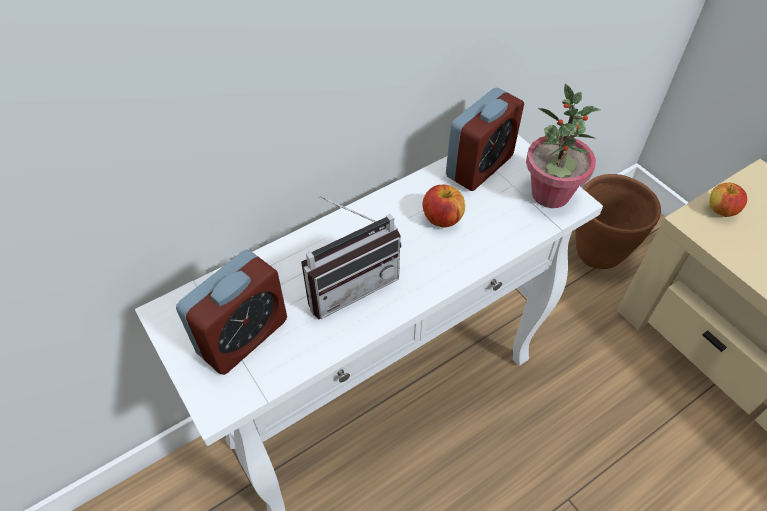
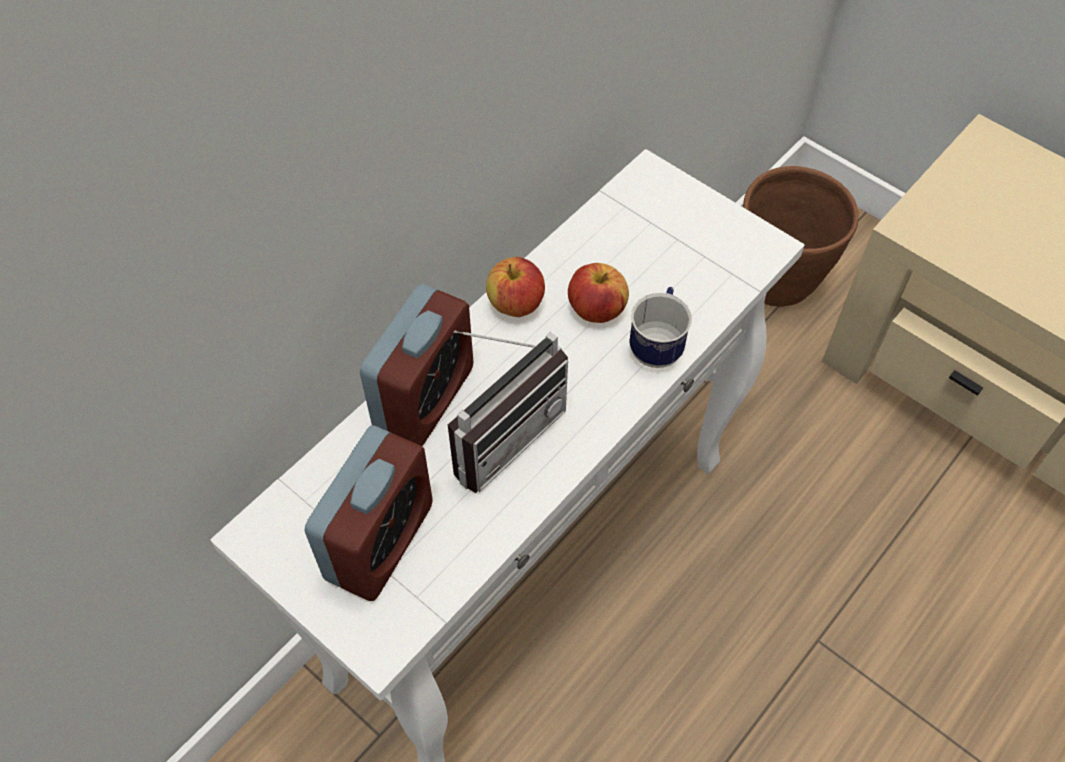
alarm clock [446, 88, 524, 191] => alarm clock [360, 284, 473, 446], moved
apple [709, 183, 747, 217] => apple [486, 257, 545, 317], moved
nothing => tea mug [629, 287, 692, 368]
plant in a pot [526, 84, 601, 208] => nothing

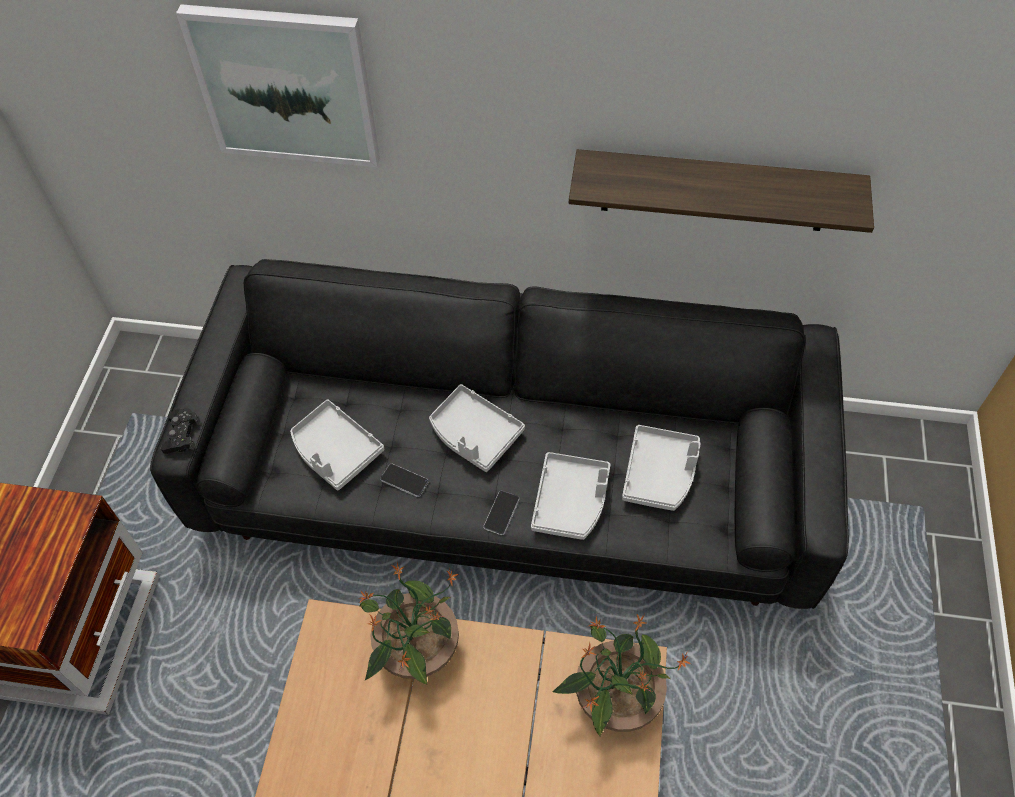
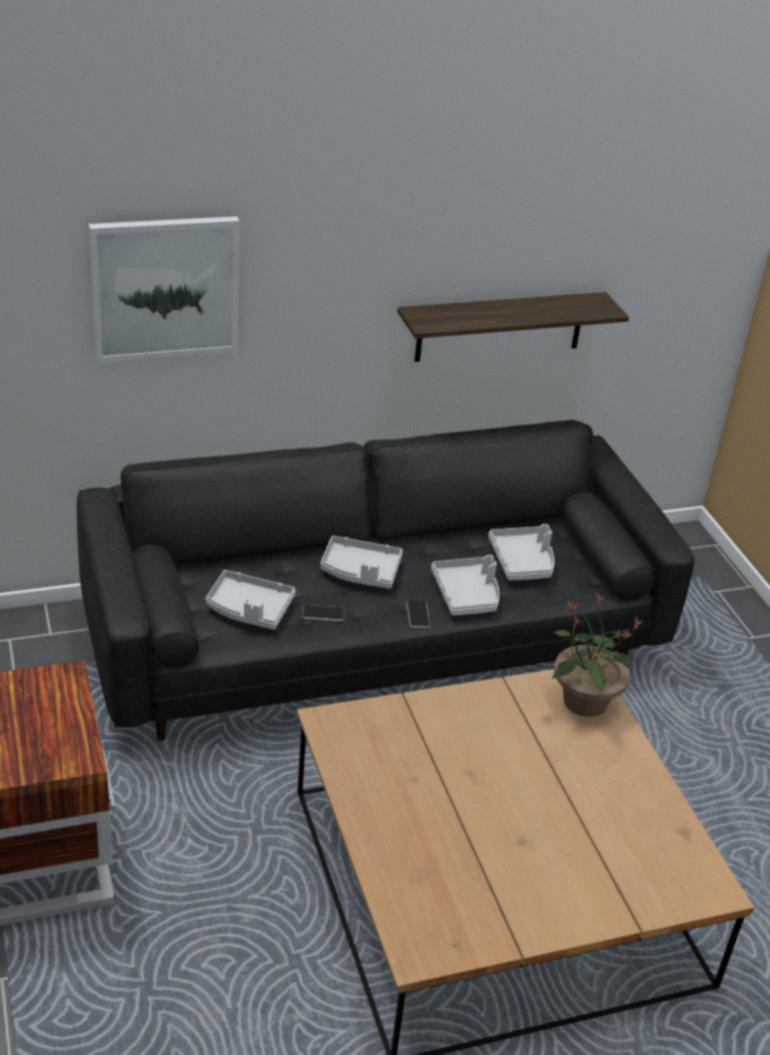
black gamepad [160, 408, 200, 454] => nothing
plant in a pot [359, 562, 459, 685] => nothing

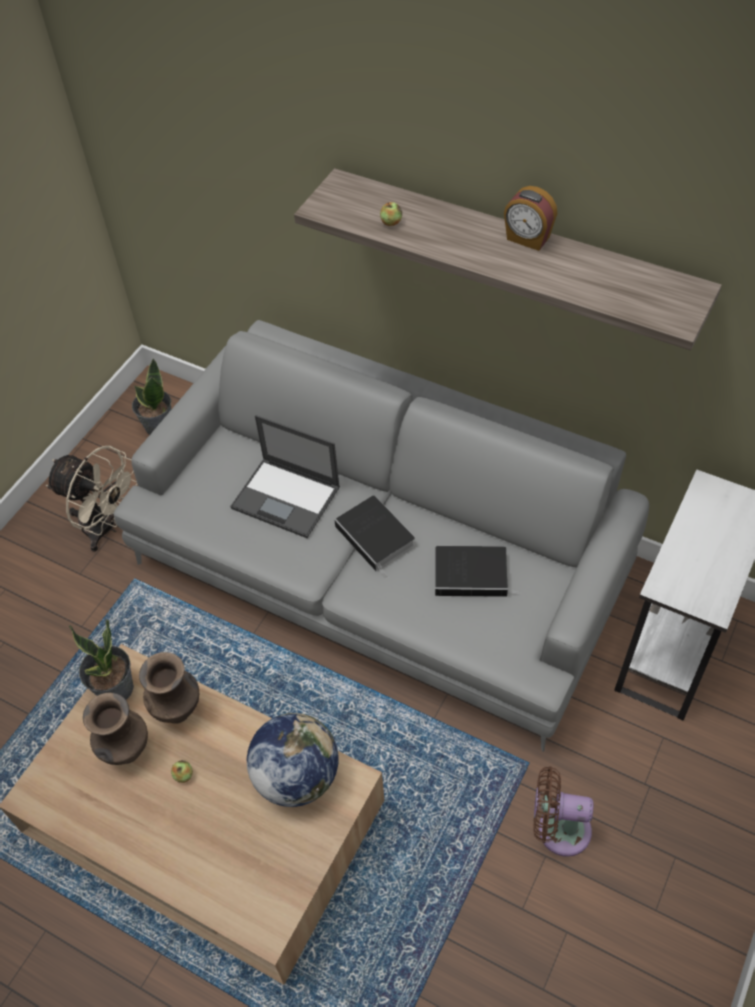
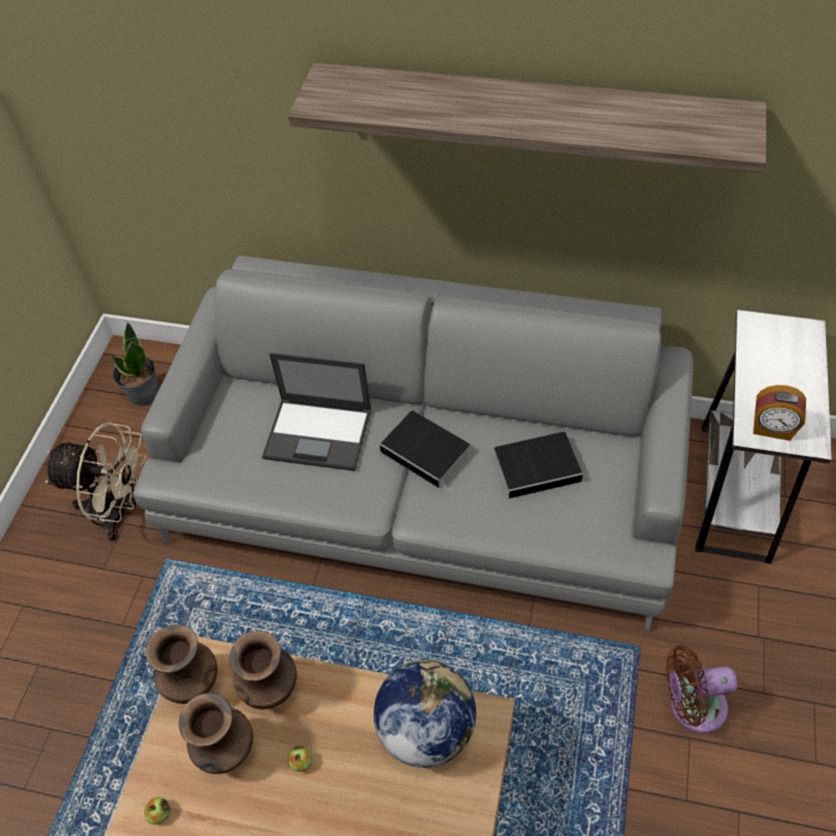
apple [380, 202, 402, 226] => apple [144, 797, 170, 825], moved
plant in a pot [69, 620, 134, 700] => brownish decorative vase [146, 624, 218, 704]
alarm clock [504, 186, 557, 251] => alarm clock [753, 385, 806, 441], moved

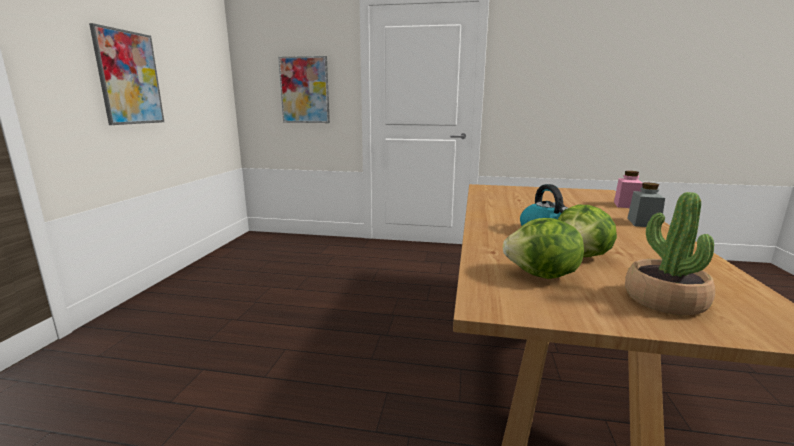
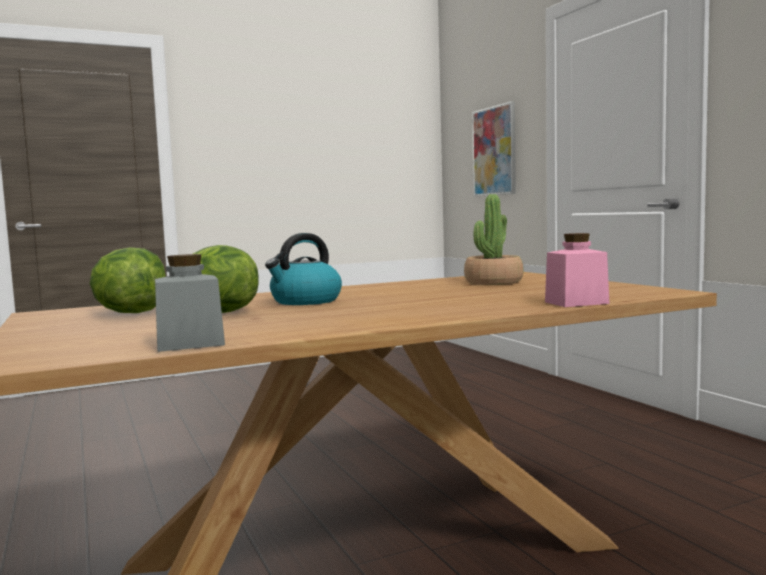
greyish preserve jar [627, 182, 665, 227] => greyish preserve jar [155, 254, 225, 352], moved
plant in a pot [625, 192, 715, 315] => plant in a pot [464, 194, 523, 285], moved
wall picture [89, 23, 164, 125] => nothing

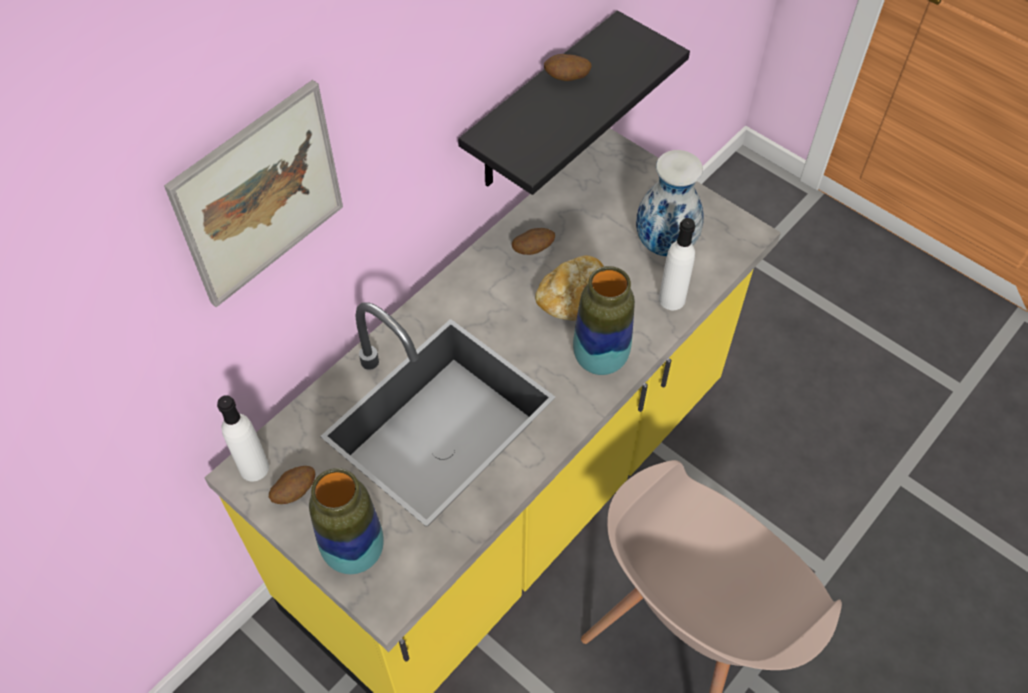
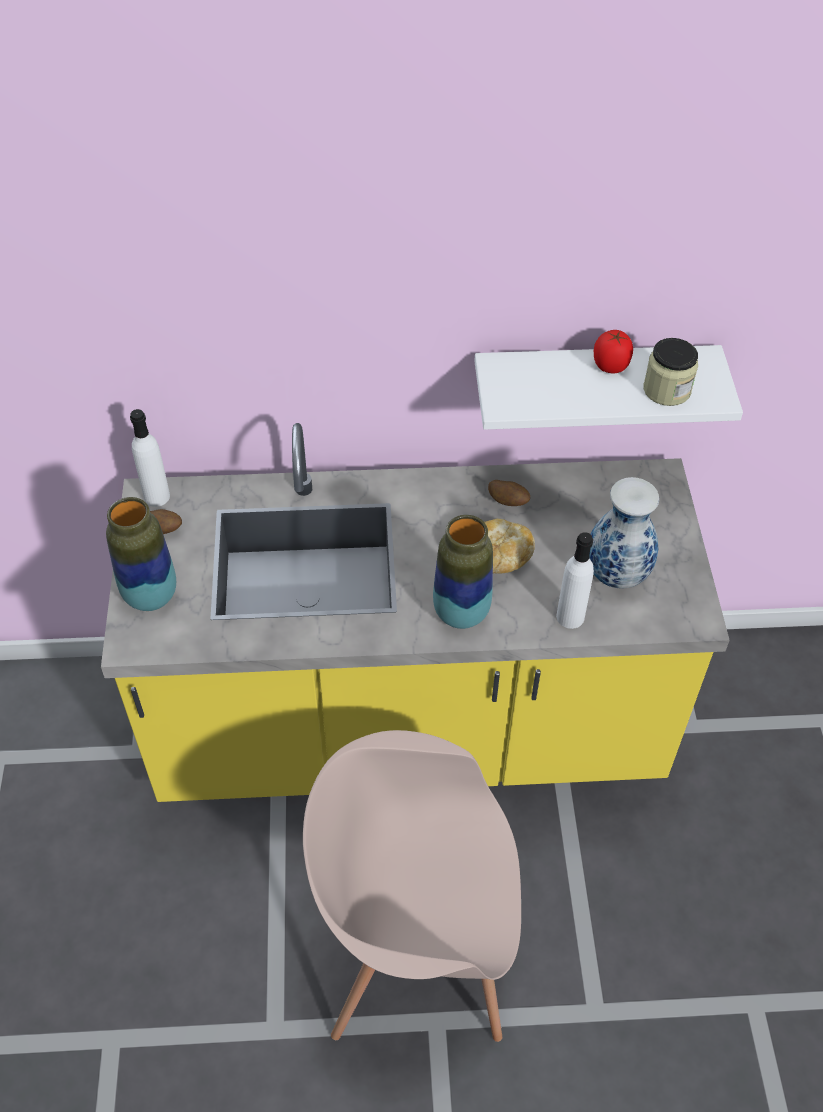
black shelf [458, 10, 690, 195] => whitish shelf [474, 345, 743, 430]
potato [544, 54, 592, 81] => fresh tomato [594, 330, 633, 373]
nothing => preserve jar [643, 338, 698, 406]
wall picture [164, 80, 343, 307] => nothing

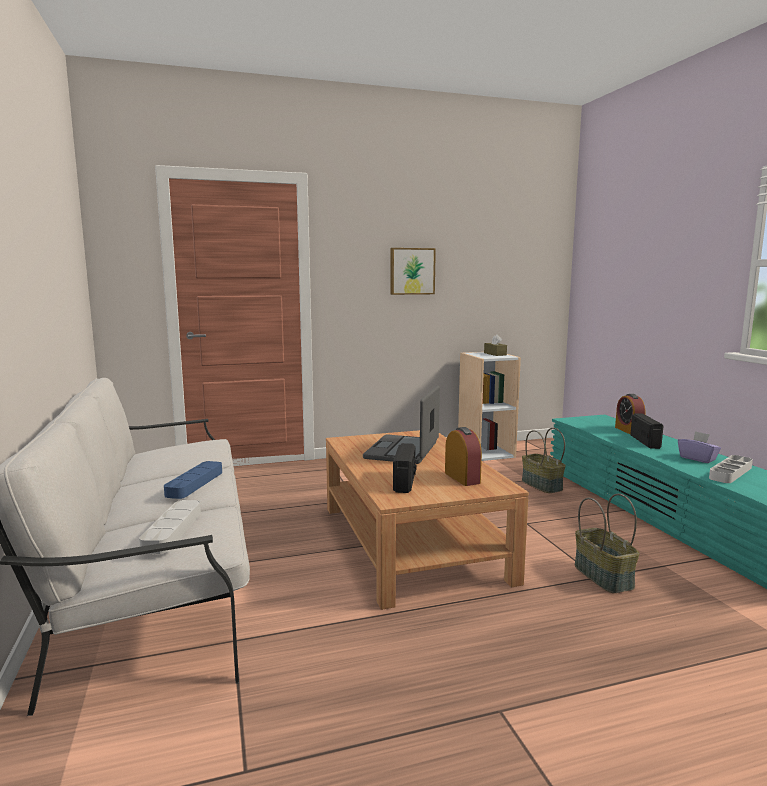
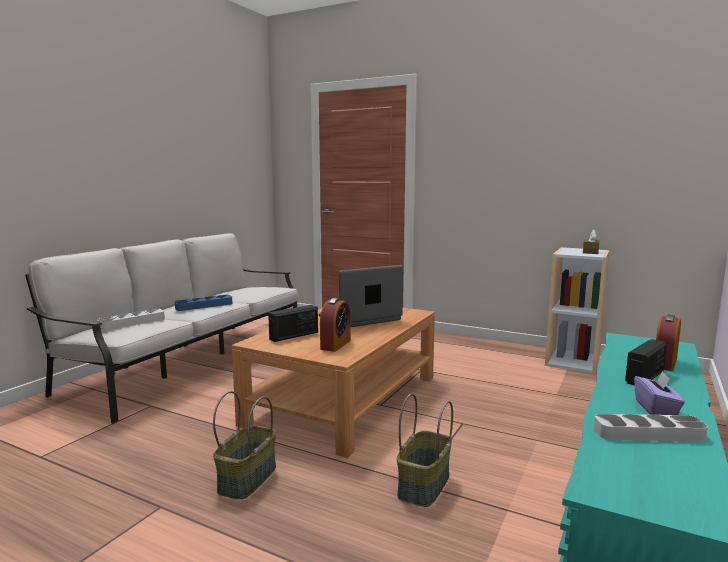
household basket [522, 428, 566, 493] => household basket [213, 391, 276, 499], moved
wall picture [391, 248, 436, 295] => nothing

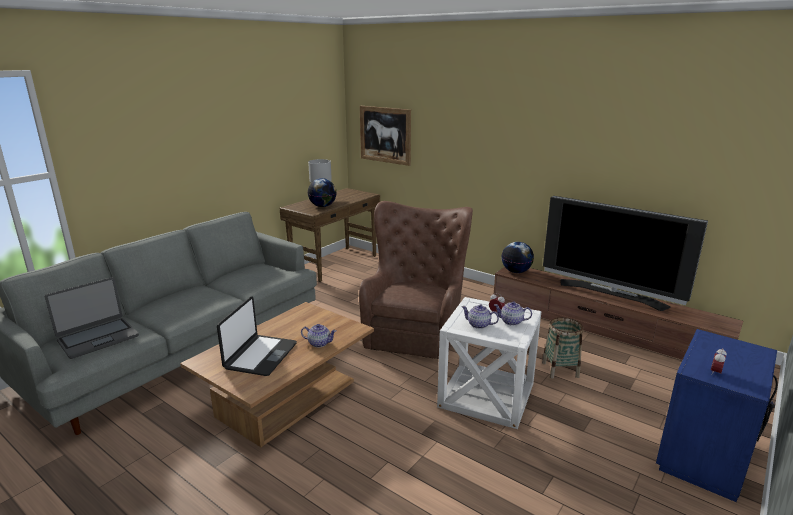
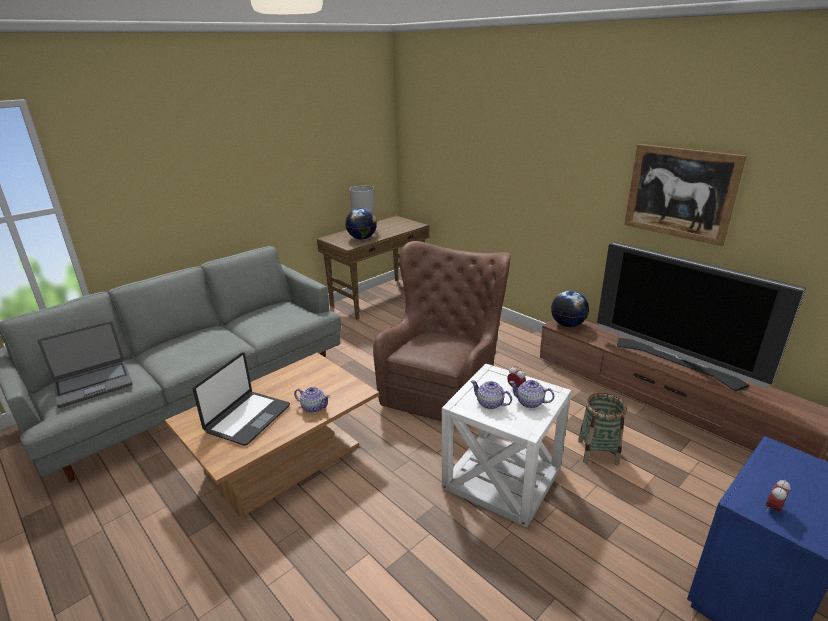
wall picture [360, 106, 411, 166] => wall picture [624, 144, 747, 246], moved

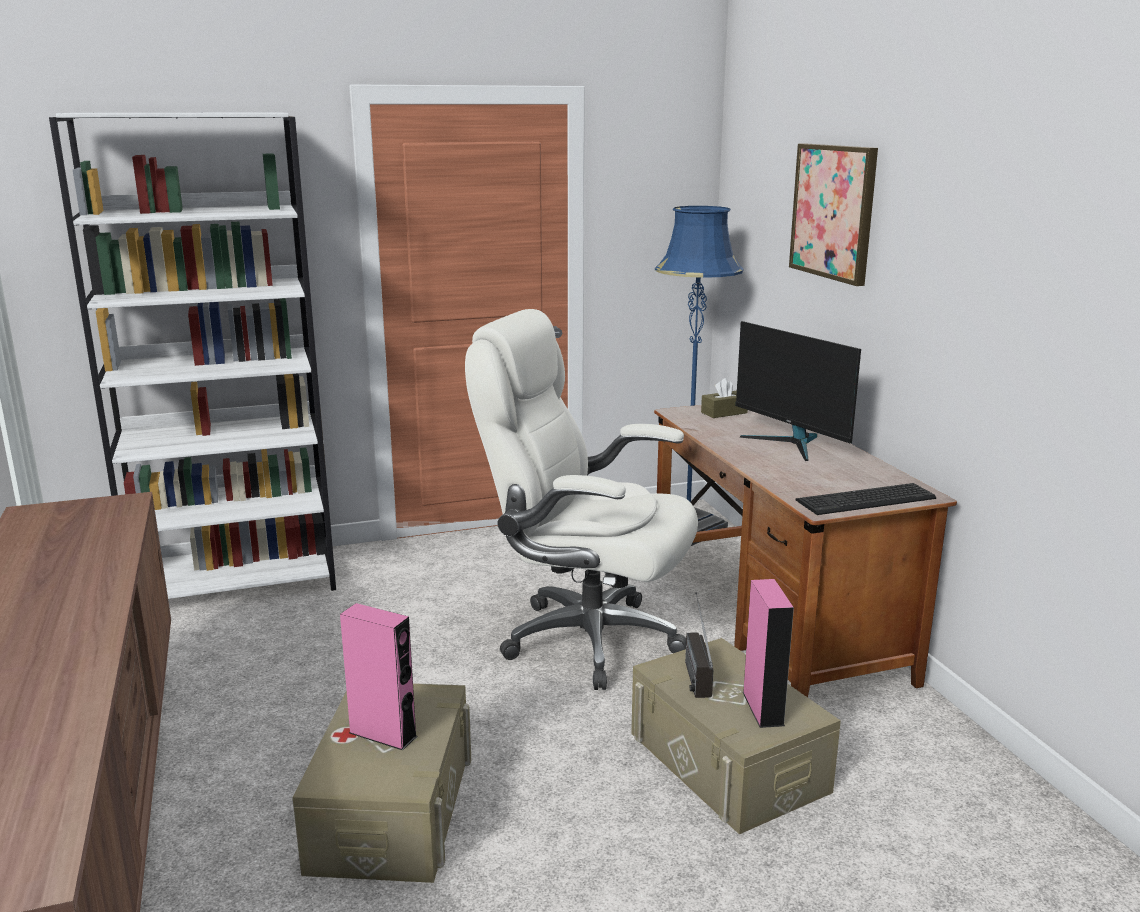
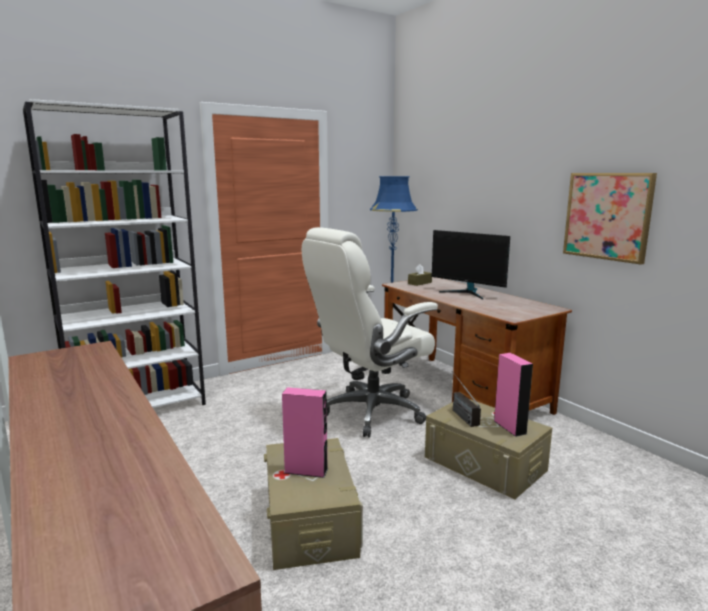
whitish desk chair [465, 309, 698, 690] => whitish desk chair [302, 227, 438, 437], 45 degrees counterclockwise
wall picture [789, 143, 878, 286] => wall picture [563, 173, 657, 265], moved
computer keyboard [795, 483, 936, 515] => nothing

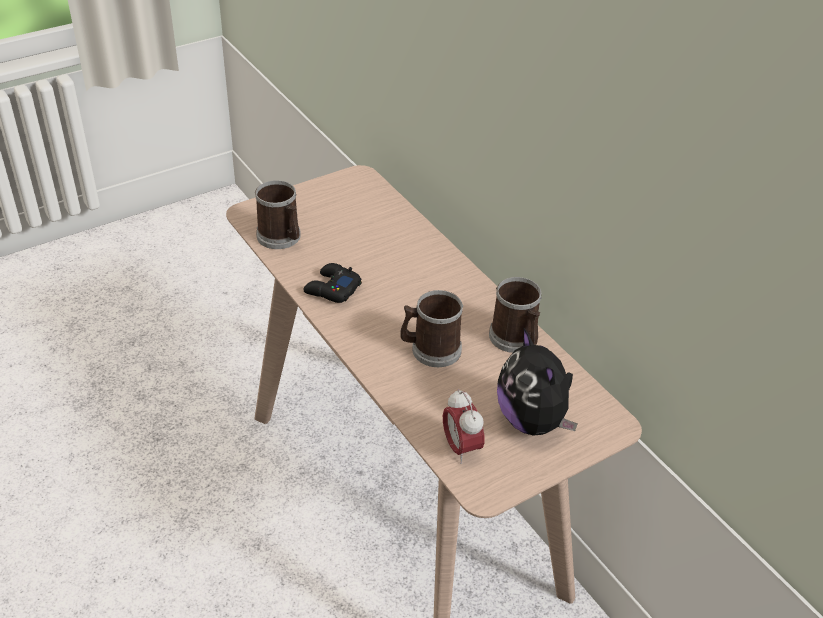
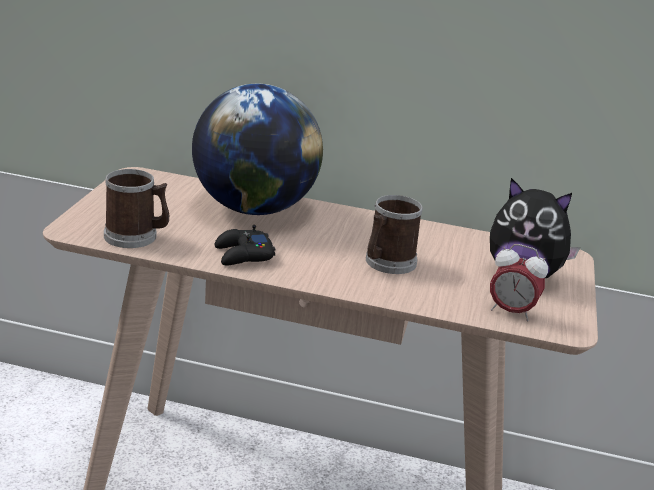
nothing => world globe [192, 84, 323, 215]
tea mug [489, 277, 542, 353] => nothing

